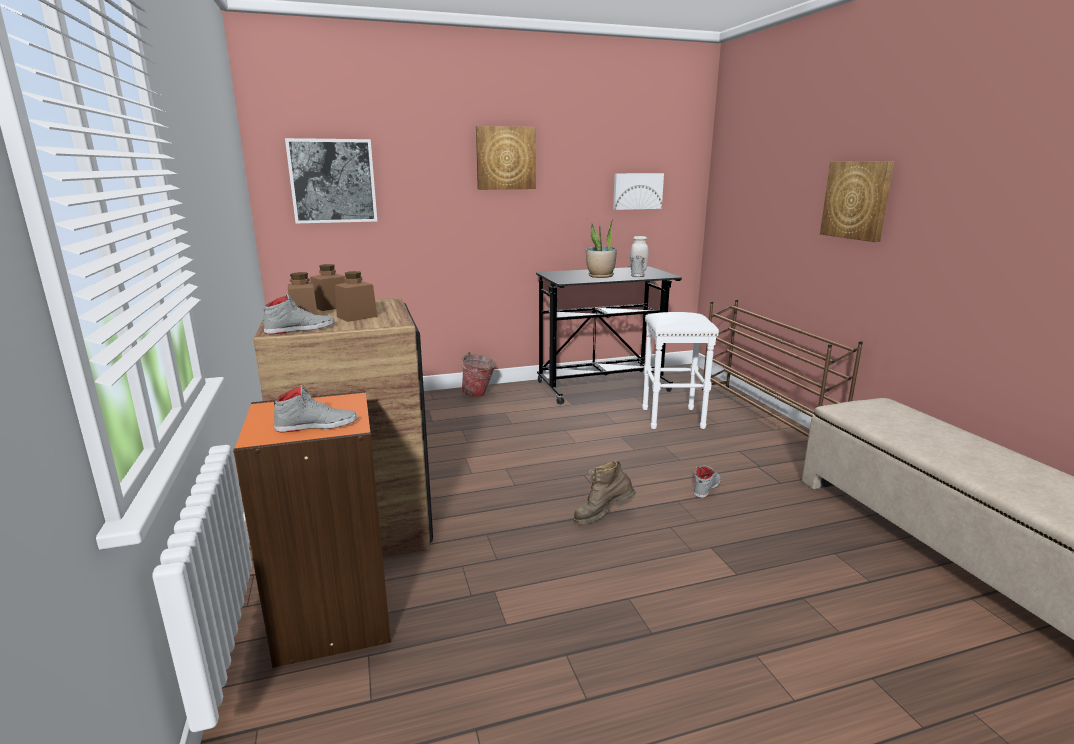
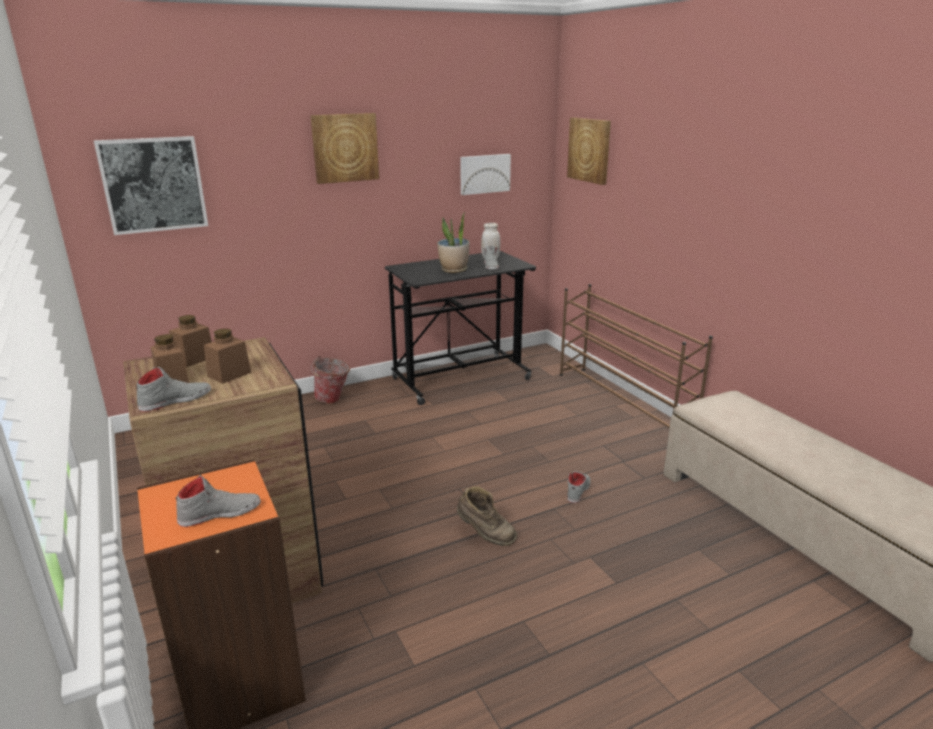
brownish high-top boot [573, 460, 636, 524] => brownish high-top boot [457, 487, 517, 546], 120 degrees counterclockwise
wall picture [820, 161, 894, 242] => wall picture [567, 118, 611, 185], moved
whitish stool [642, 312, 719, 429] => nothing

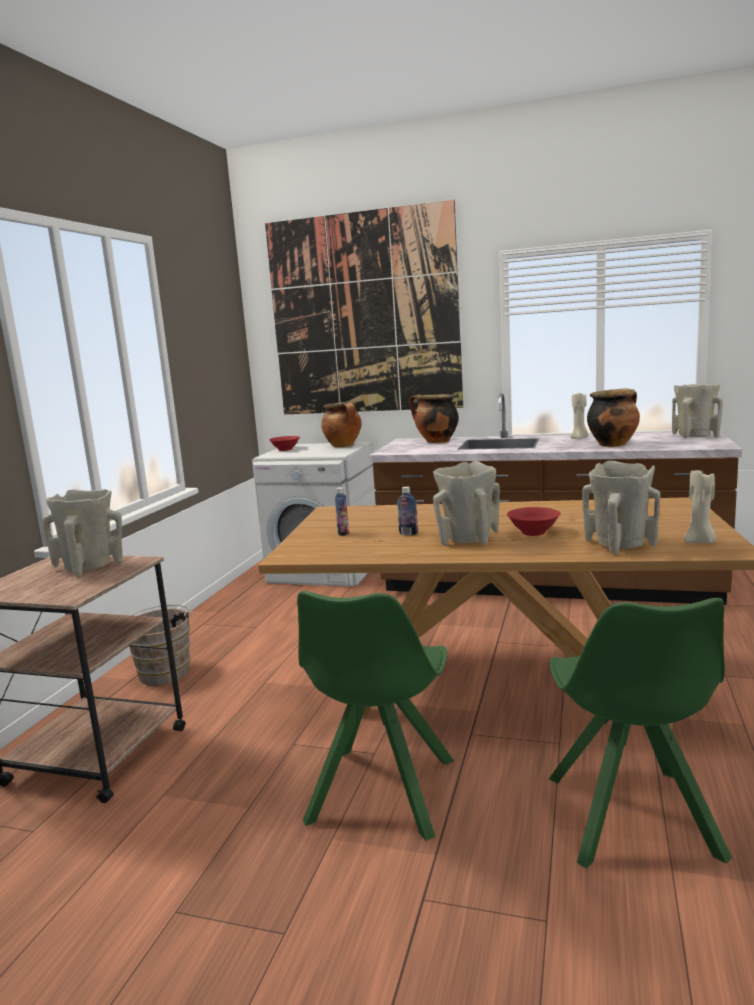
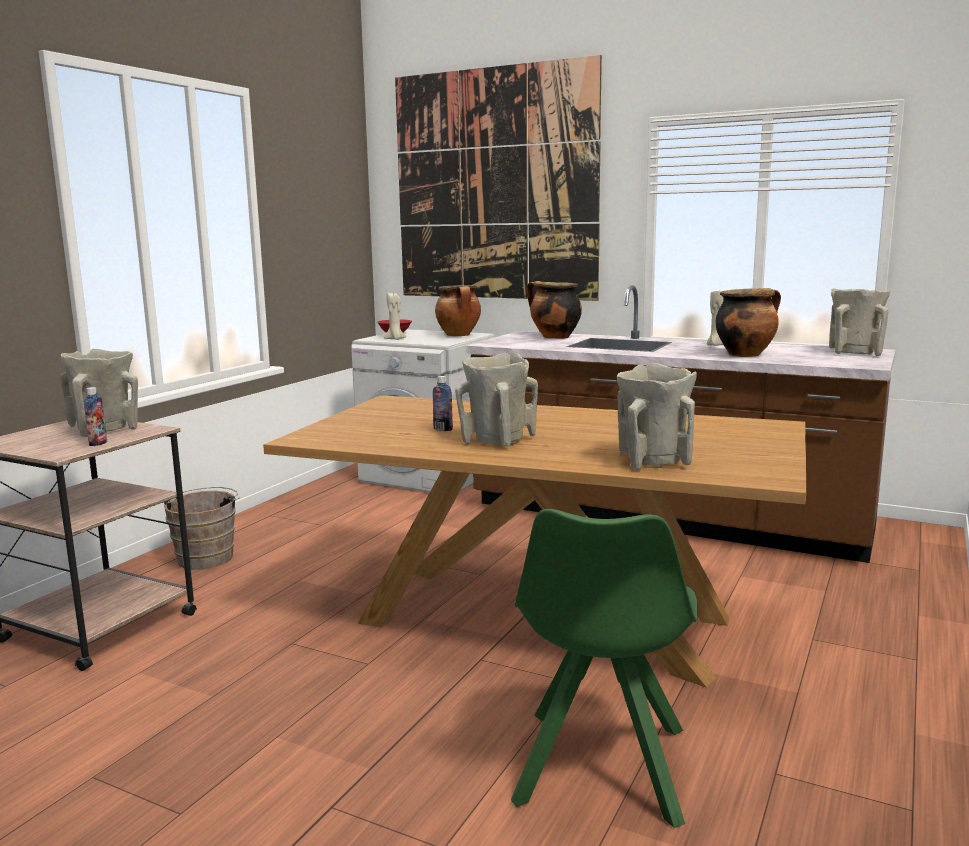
bottle [335, 487, 349, 536] => bottle [84, 387, 107, 446], moved
beige wax candle [684, 470, 716, 544] => beige wax candle [384, 291, 406, 340], moved
green chair [297, 591, 454, 841] => nothing
red-coloured bowl [507, 507, 561, 536] => nothing

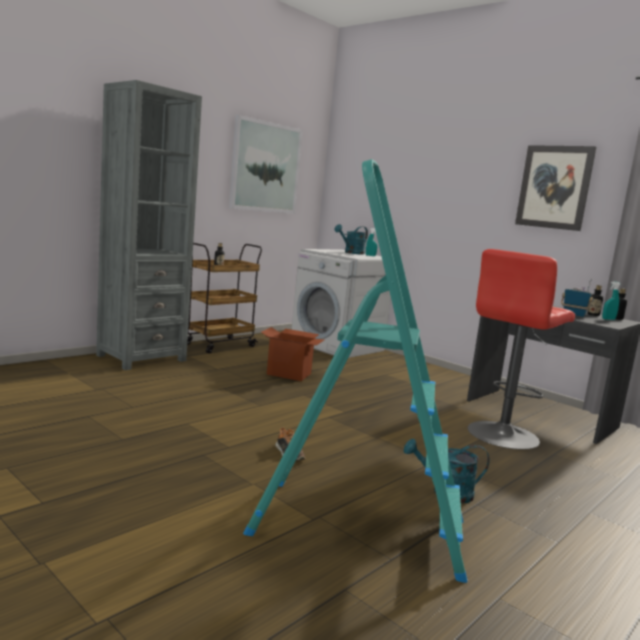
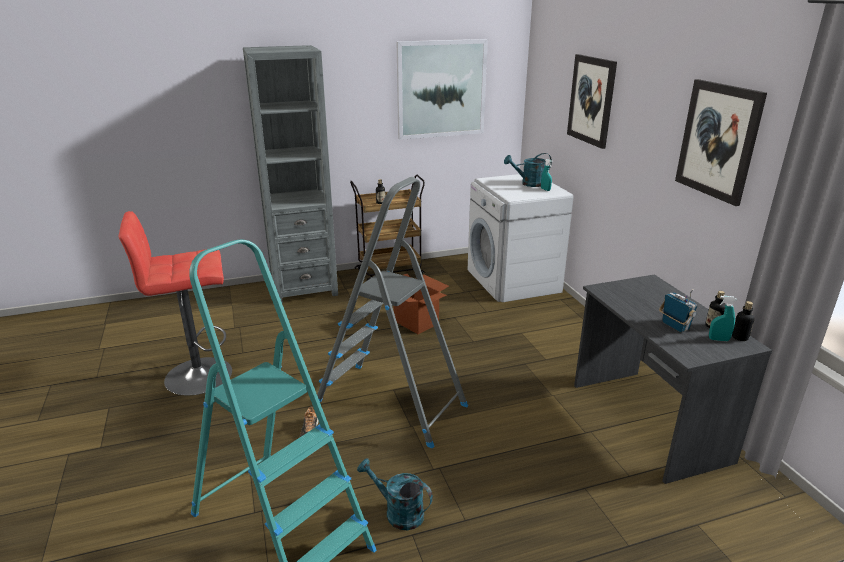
red-coloured stool [468, 249, 575, 449] => red-coloured stool [119, 211, 232, 395], moved
nothing => greyish step stool [317, 177, 468, 448]
nothing => wall picture [567, 54, 617, 149]

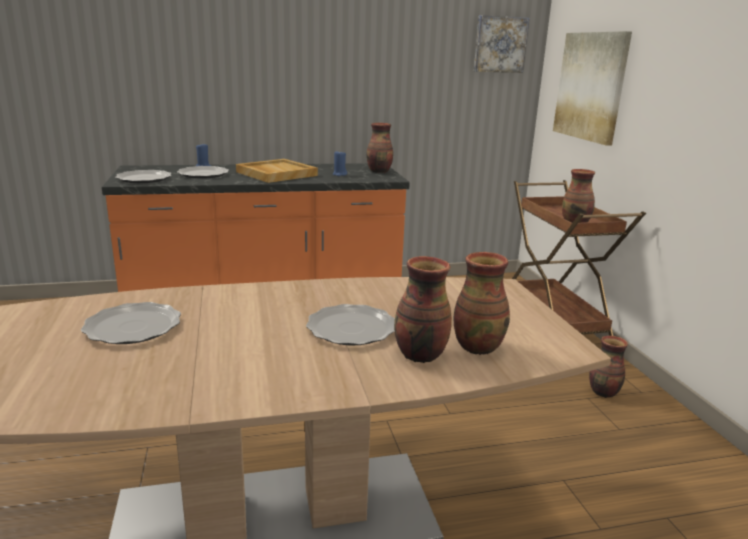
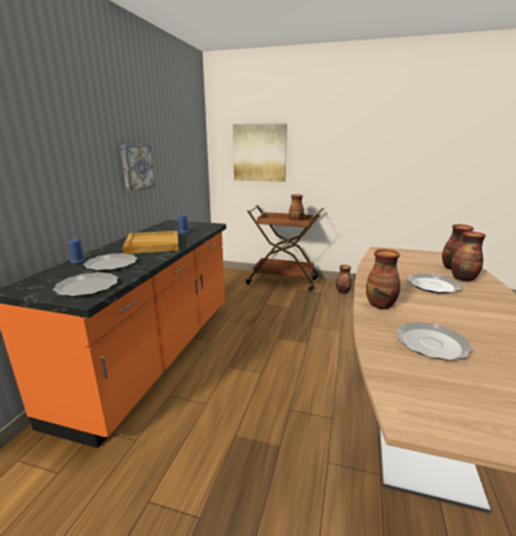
wall picture [474, 15, 529, 73] => wall picture [120, 144, 156, 192], moved
decorative vase [366, 123, 393, 173] => decorative vase [366, 249, 400, 309], moved

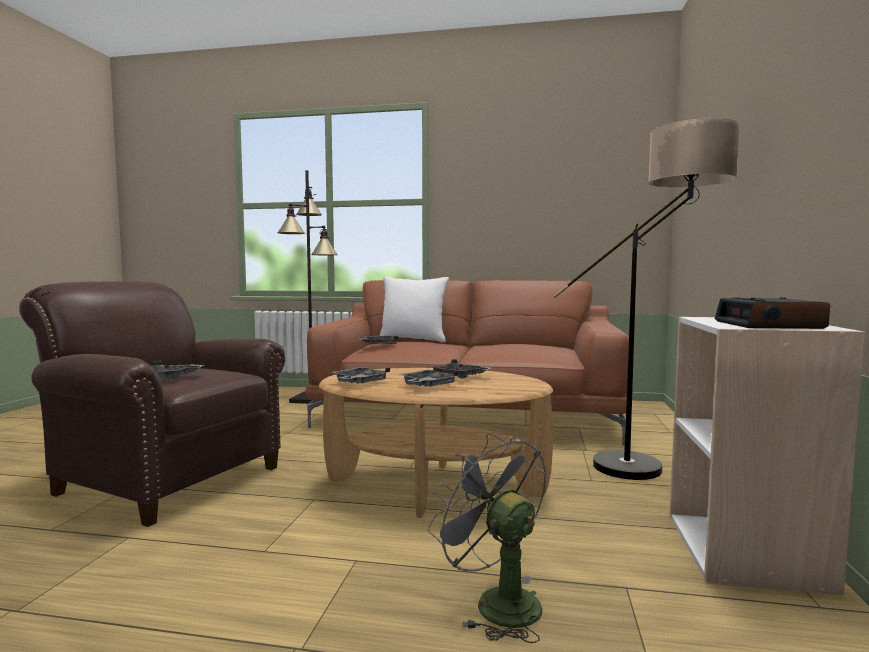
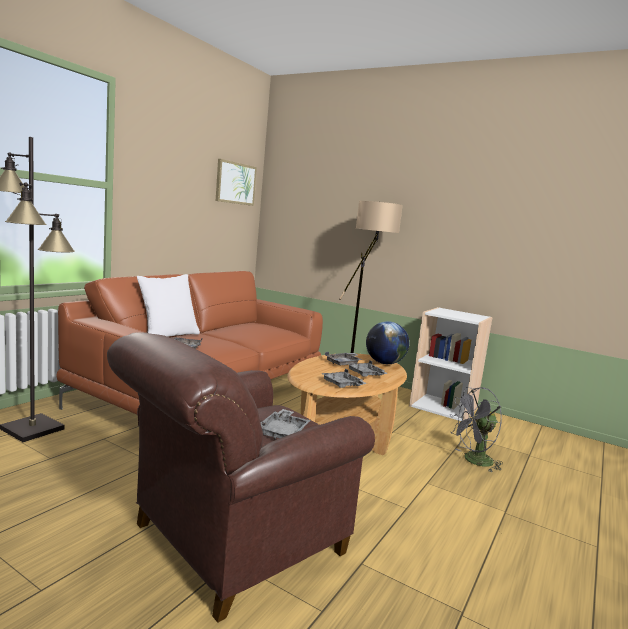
nothing => wall picture [216, 159, 257, 206]
nothing => world globe [366, 321, 409, 364]
alarm clock [715, 297, 830, 329] => nothing

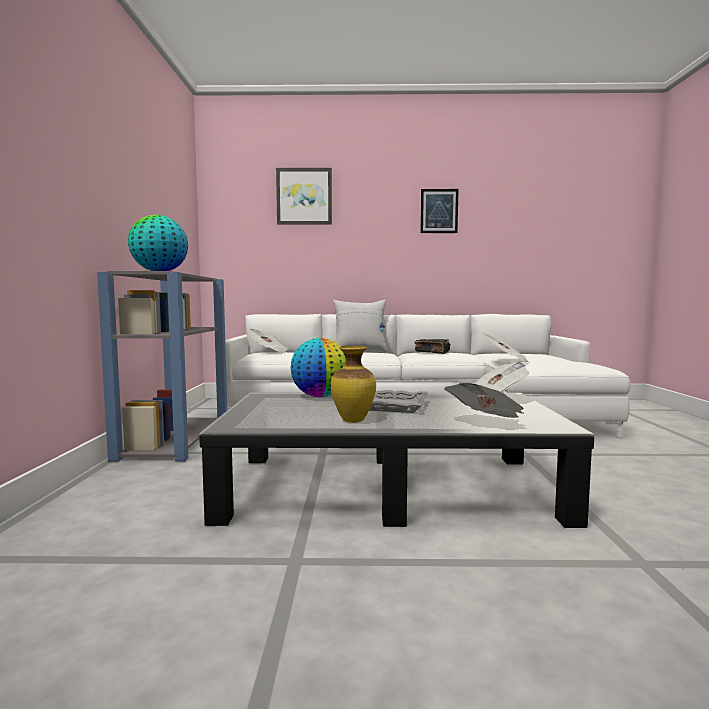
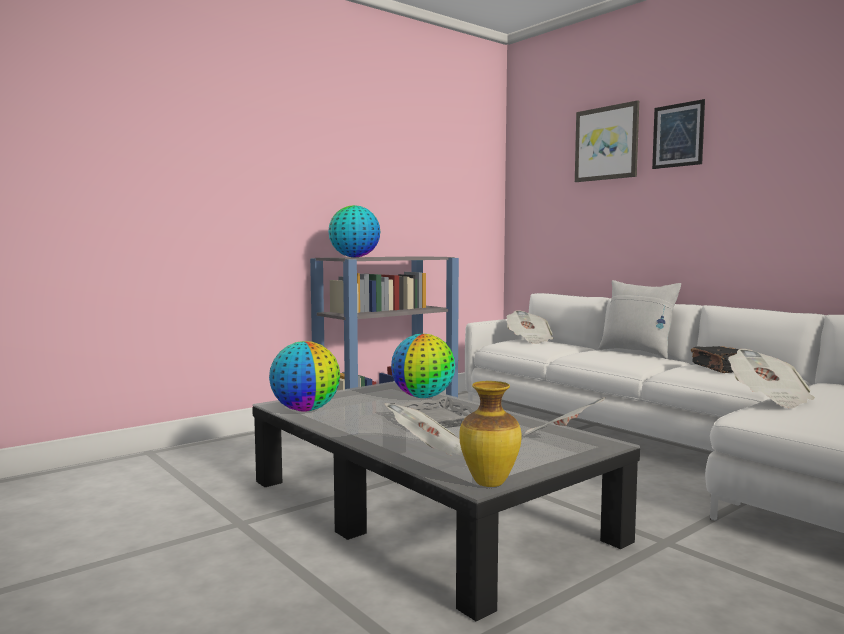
nothing => world globe [269, 341, 340, 412]
decorative vase [331, 346, 376, 423] => decorative vase [459, 381, 522, 487], moved
wall picture [420, 189, 458, 233] => wall picture [652, 99, 705, 169], moved

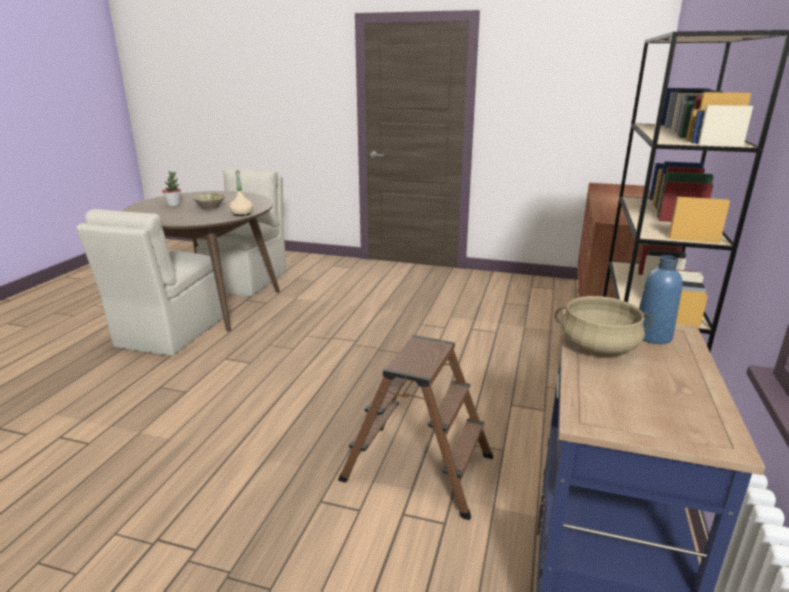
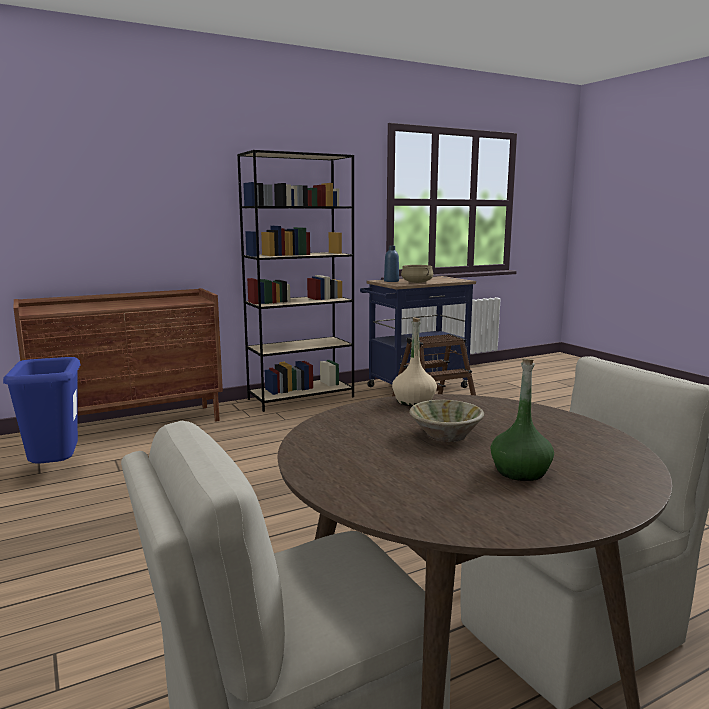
nothing => blue-coloured rubbish bin [3, 357, 81, 464]
plant in a pot [162, 171, 181, 206] => green bottle [491, 359, 554, 481]

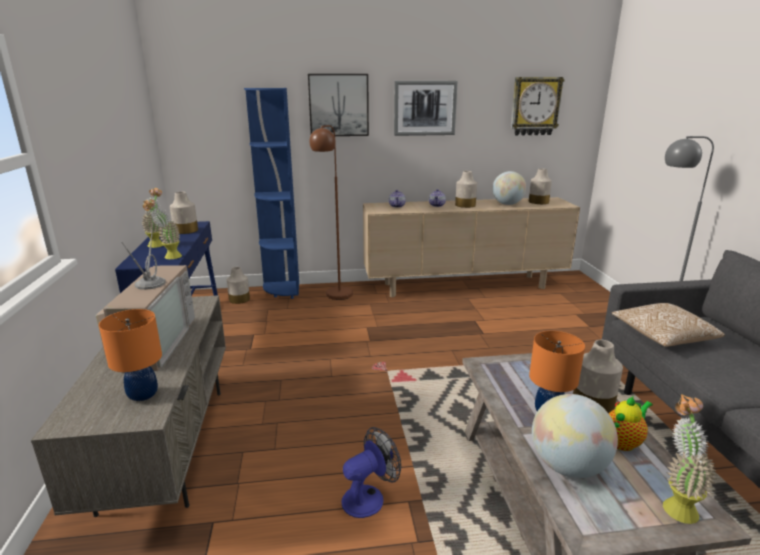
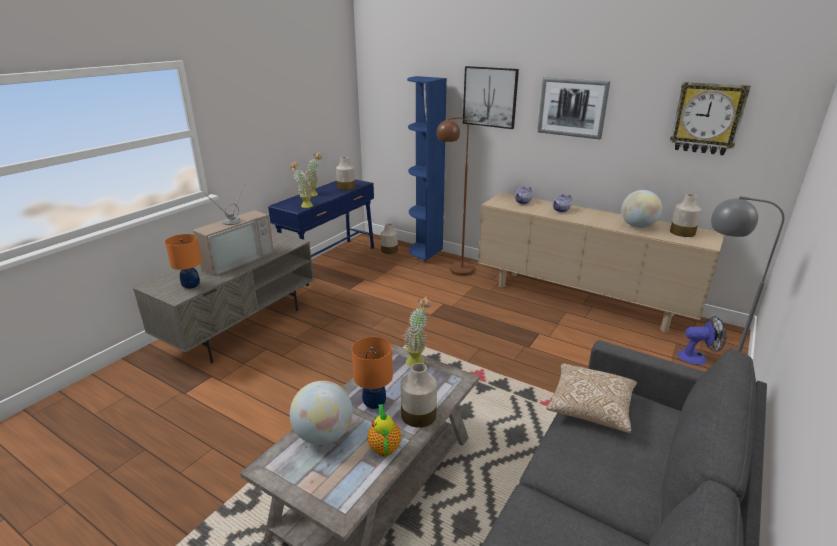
tea pot [609, 396, 653, 451] => tea pot [368, 404, 401, 456], 105 degrees counterclockwise
plant in a pot [663, 394, 716, 524] => plant in a pot [404, 296, 432, 367], moved
cooling fan [341, 427, 401, 518] => cooling fan [678, 316, 727, 365], moved
beige decorative vase [455, 171, 477, 208] => nothing

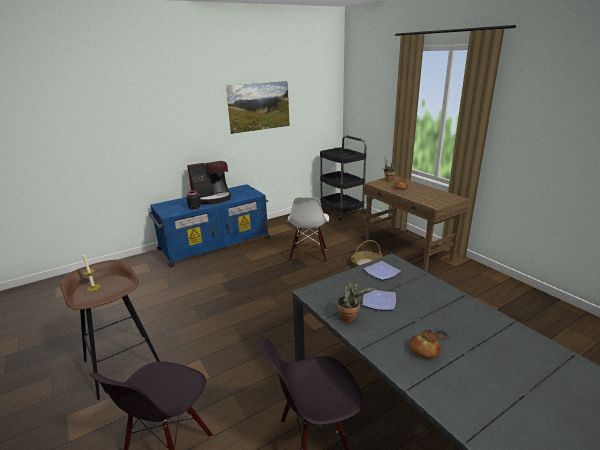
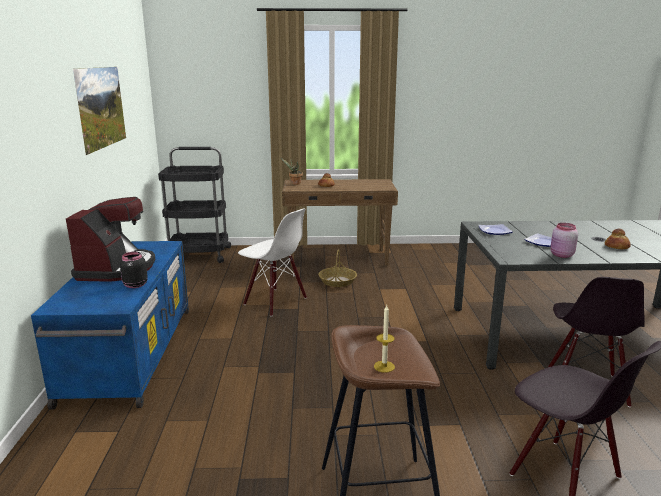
plant in a pot [337, 280, 376, 322] => pink-coloured preserve jar [550, 223, 578, 258]

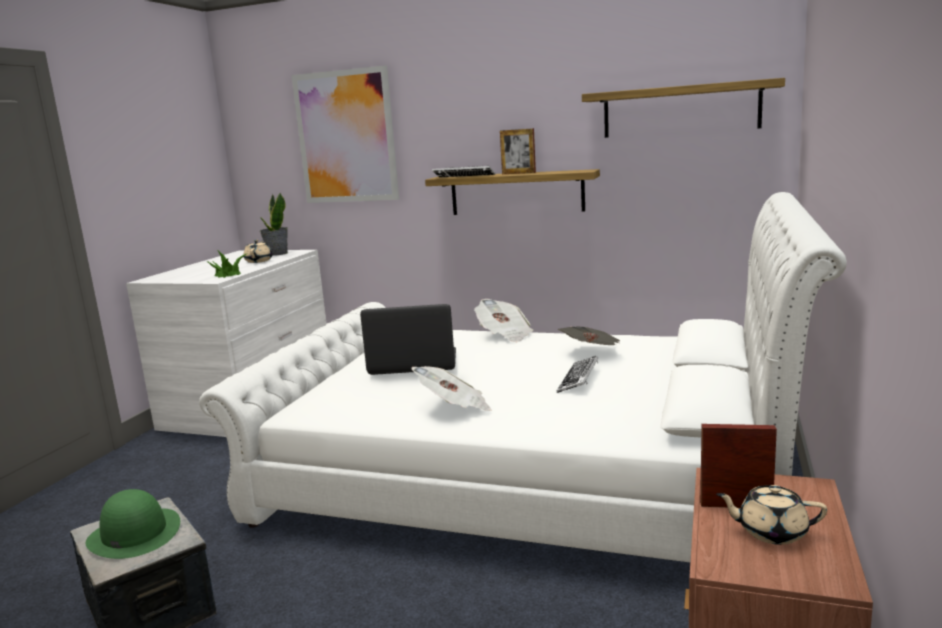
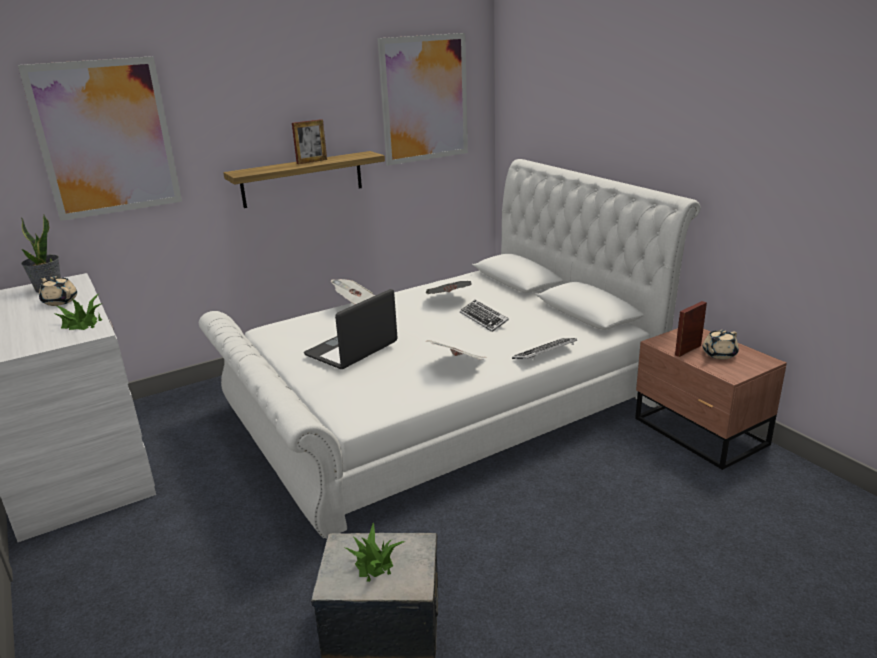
green wearable hat [86, 489, 180, 559] => plant in a pot [346, 523, 406, 582]
shelf [582, 78, 785, 138] => wall picture [378, 33, 468, 165]
computer keyboard [432, 166, 495, 177] => computer keyboard [512, 338, 577, 360], moved

